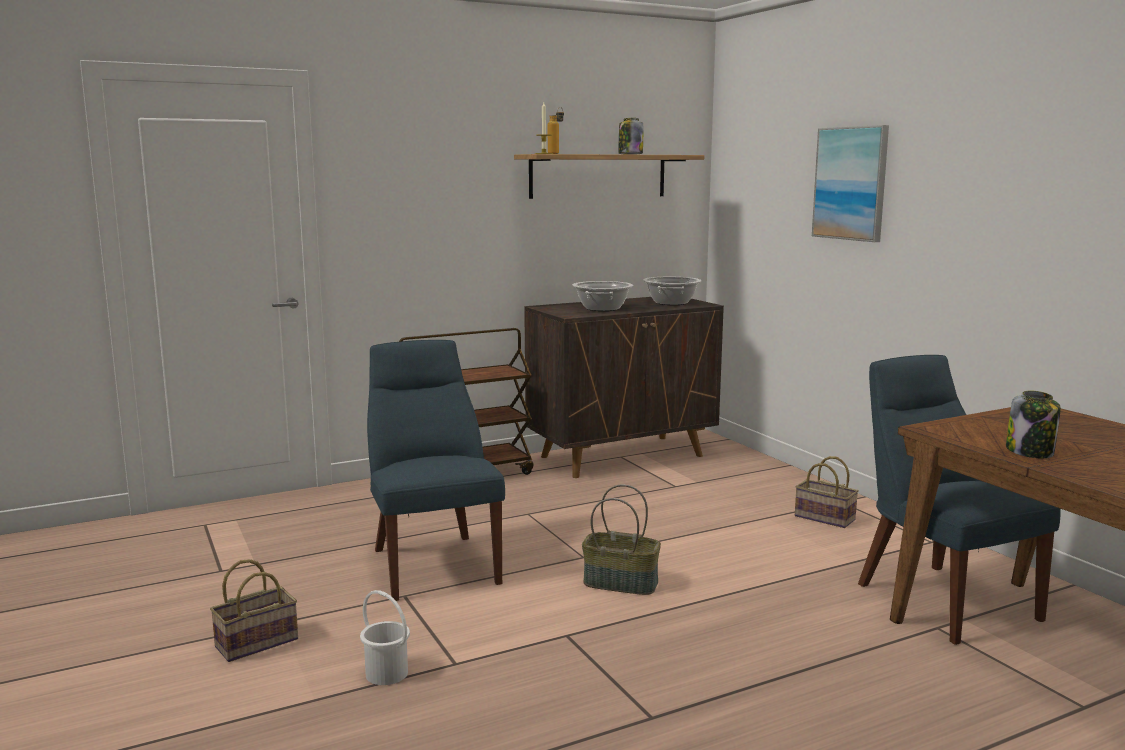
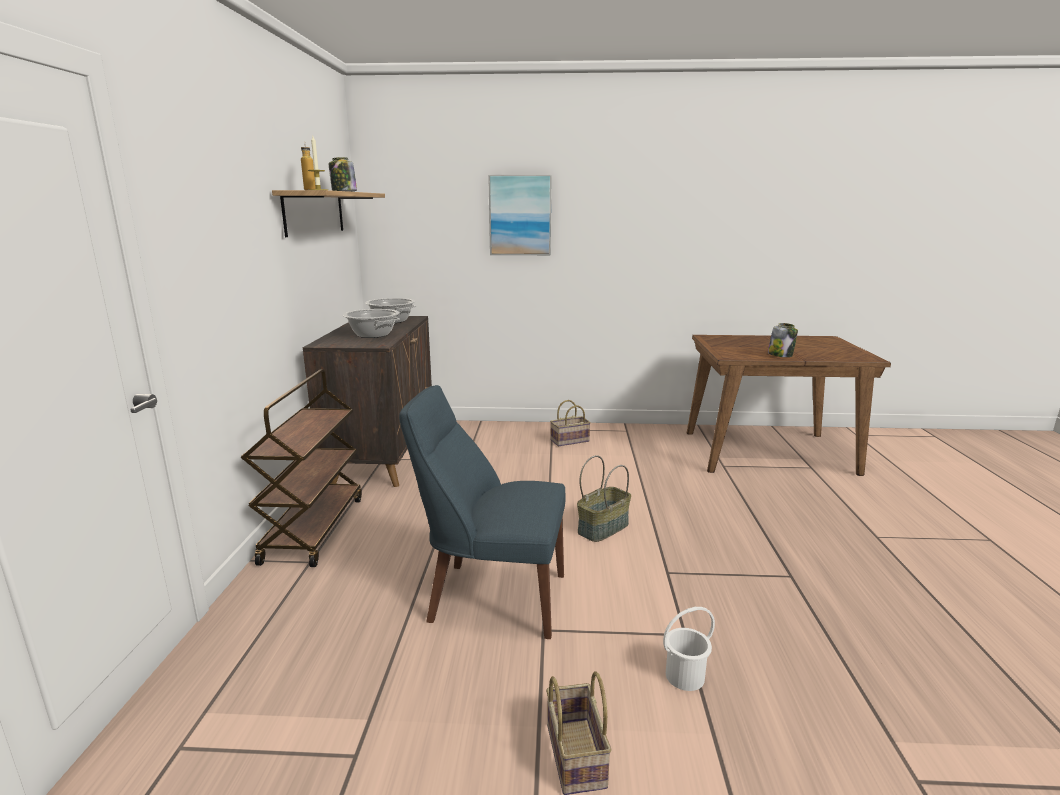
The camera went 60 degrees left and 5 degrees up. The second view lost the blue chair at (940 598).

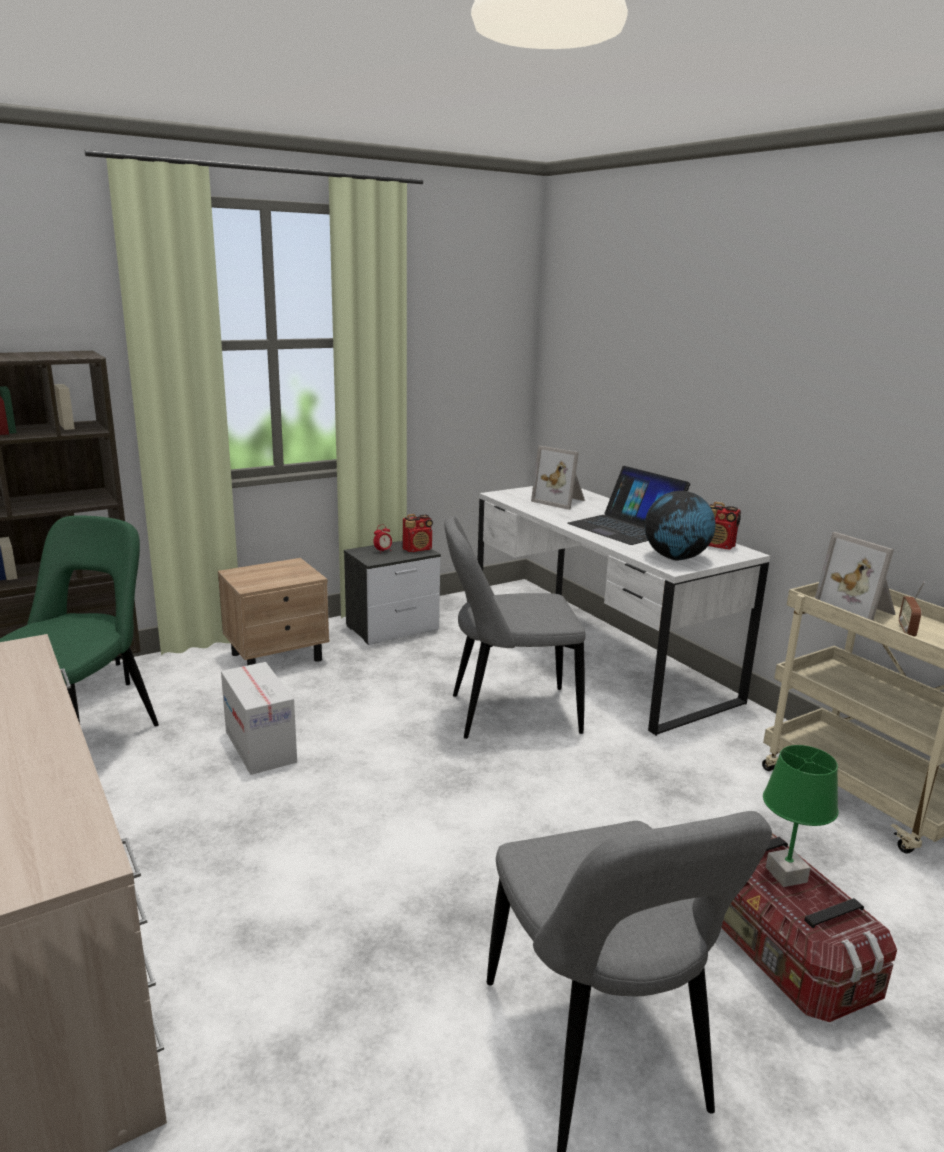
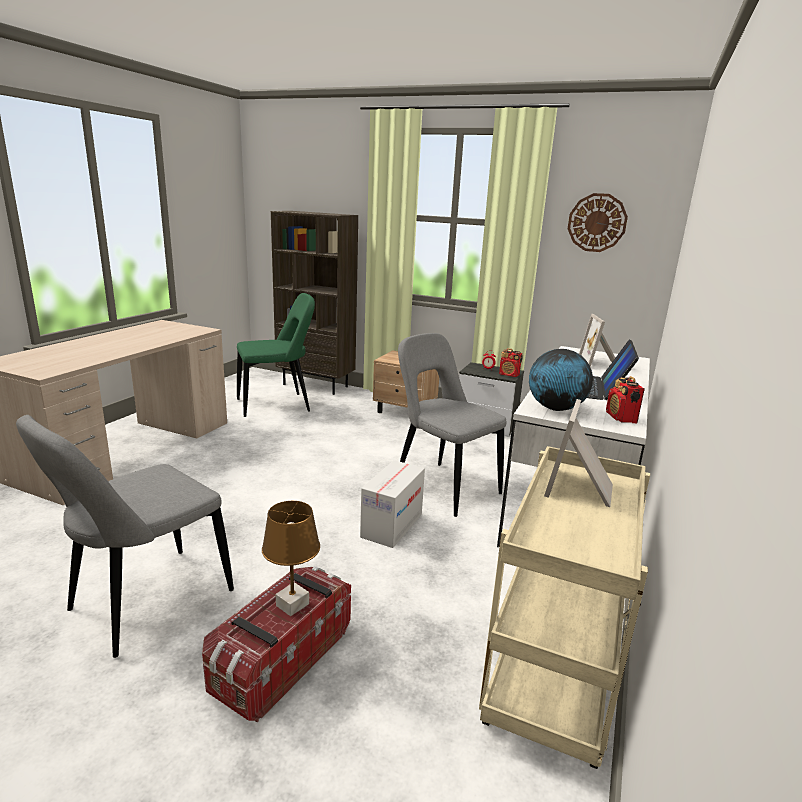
The camera went 55 degrees right and 0 degrees up. The cardboard box ended up elsewhere, having gone from (260 746) to (392 525). What was the green table lamp at (785 874) turned into the brown table lamp at (292 604). The second view lost the radio at (906 632). The second view gained the wall clock at (597 223).

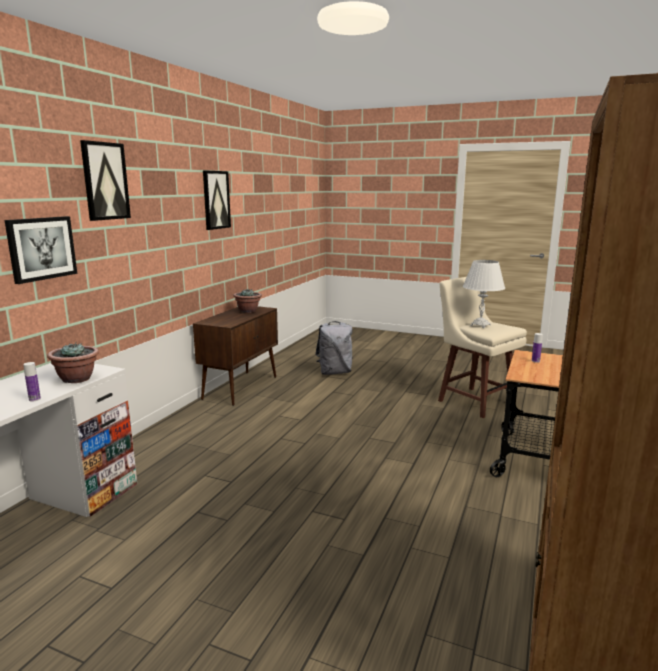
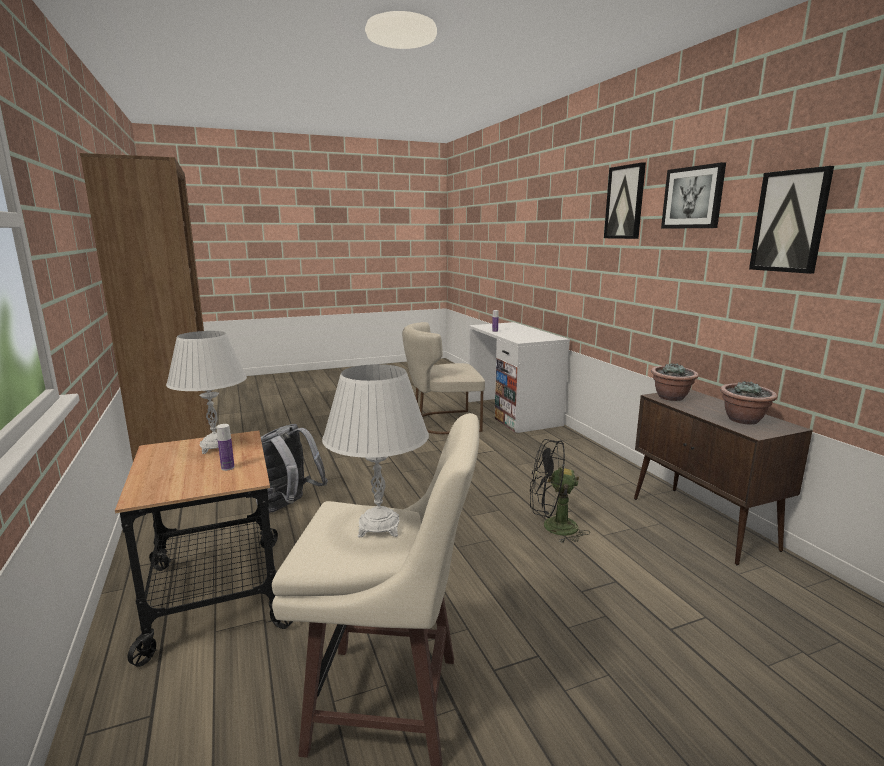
The camera went 135 degrees right and 0 degrees up. The picture ended up elsewhere, having gone from (41 248) to (693 197). The potted plant ended up elsewhere, having gone from (77 379) to (671 397). The grey backpack ended up elsewhere, having gone from (334 372) to (288 506). The second view gained the white table lamp at (215 447). The second view gained the beige chair at (442 423). The second view gained the black fan at (552 527).

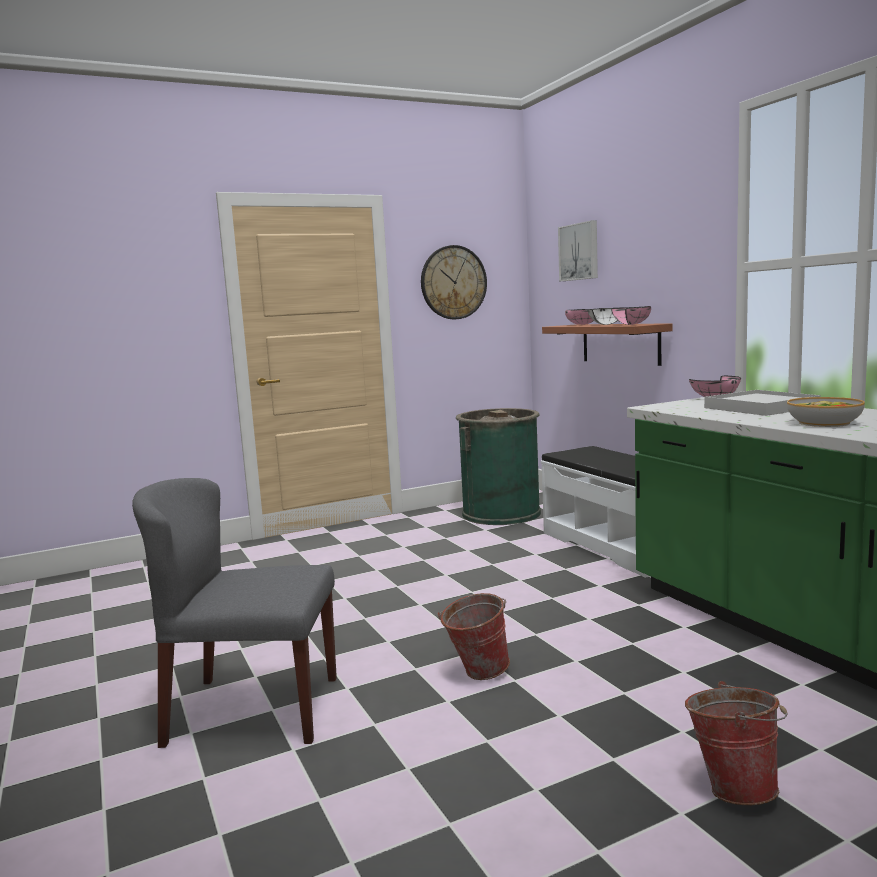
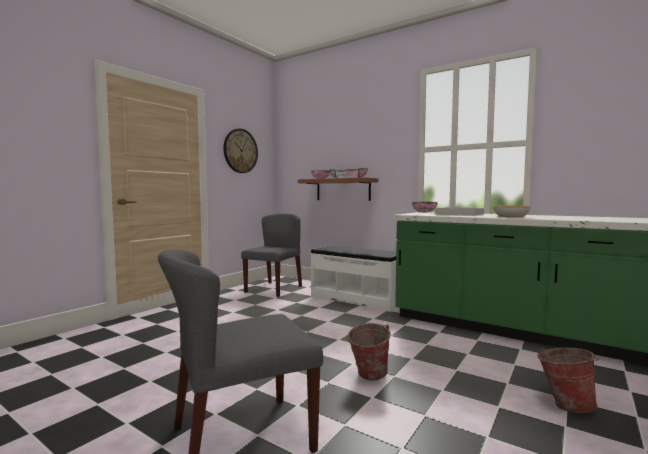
The camera went 30 degrees left and 5 degrees down. Where the green trash can stood at (501 513), the grey chair came to stand at (274 289). The second view lost the picture at (580 252).

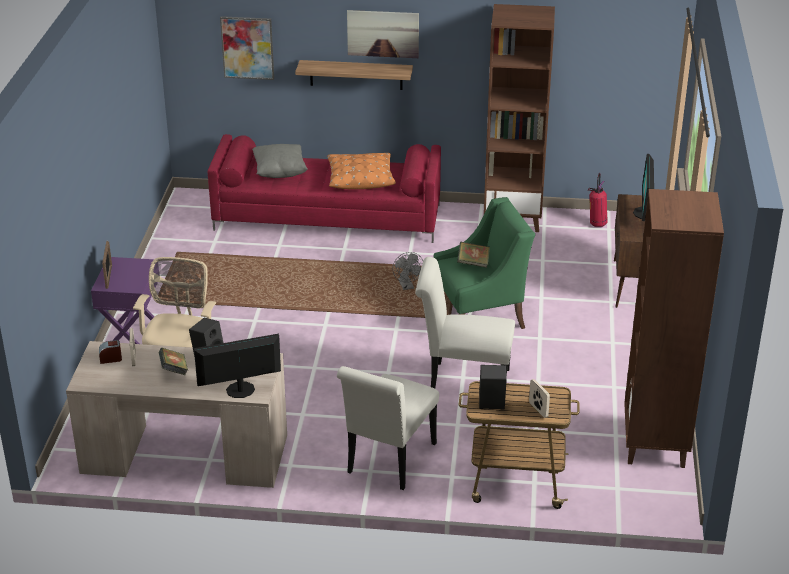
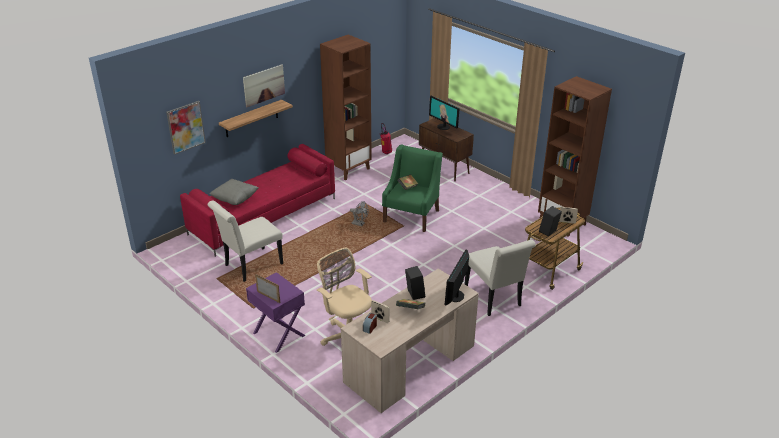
The camera went 50 degrees left and 0 degrees up. The second view lost the orange pillow at (360 178). The white chair ended up elsewhere, having gone from (463 382) to (250 266).

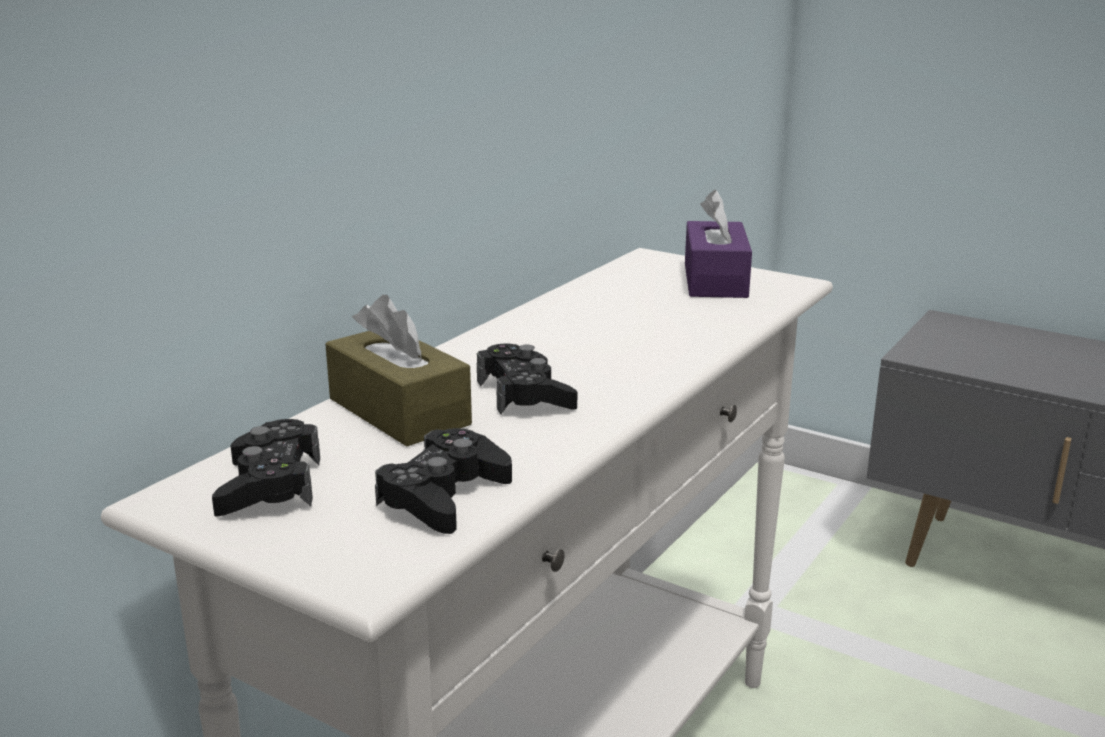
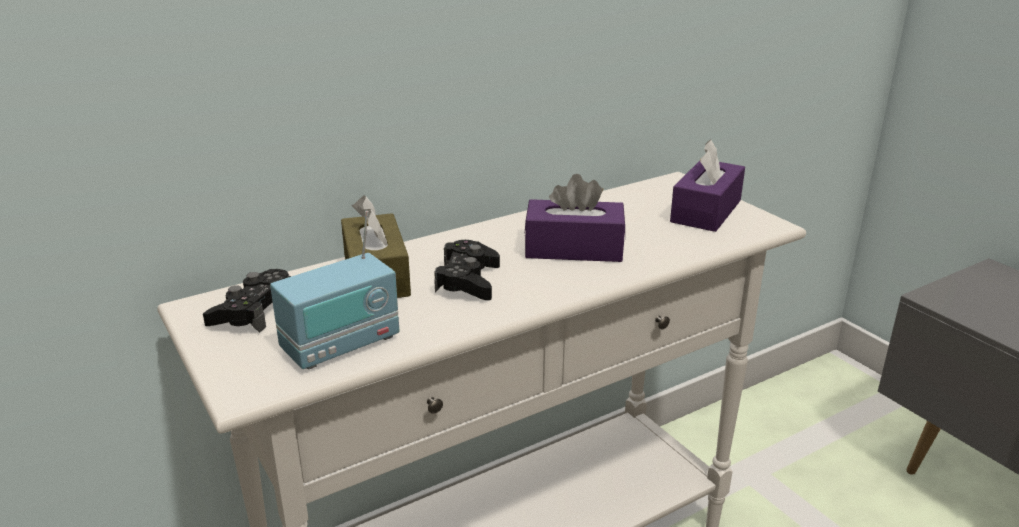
The camera went 25 degrees right and 5 degrees up. Where the black game controller stood at (444 496), the radio came to stand at (341 345). The second view gained the purple tissue box at (574 249).

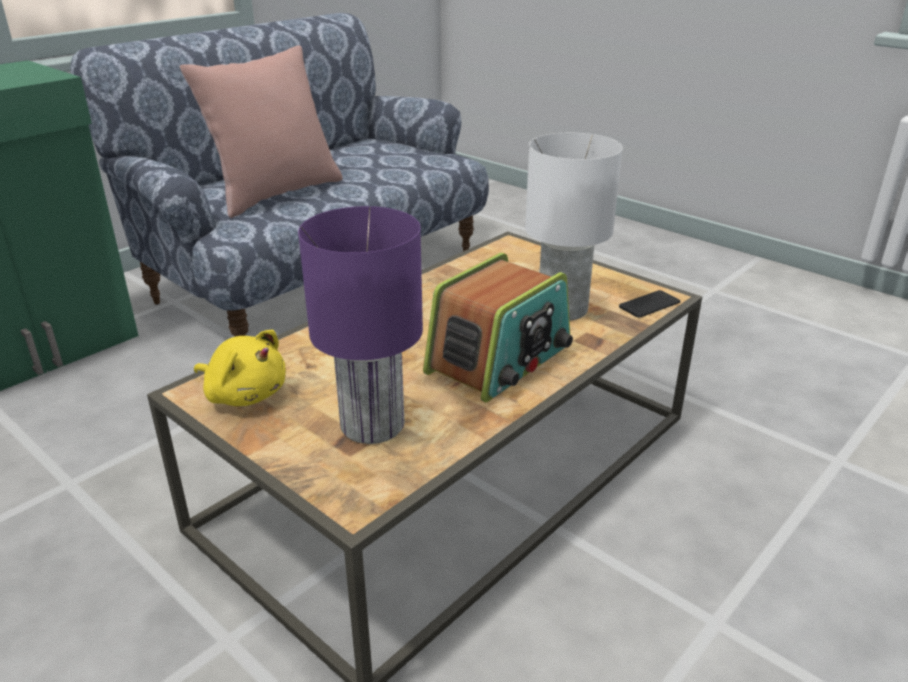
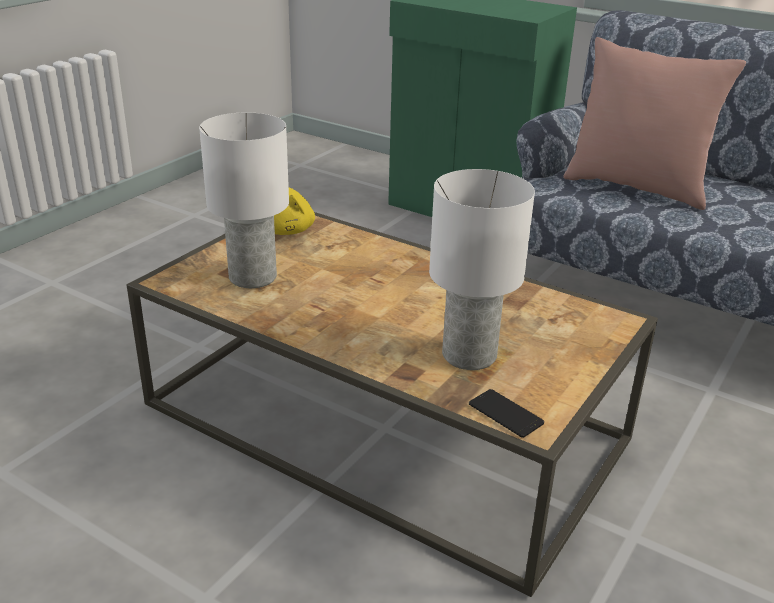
The camera went 80 degrees right and 0 degrees up. What was the purple table lamp at (370 426) turned into the white table lamp at (251 276). The second view lost the radio at (500 359).

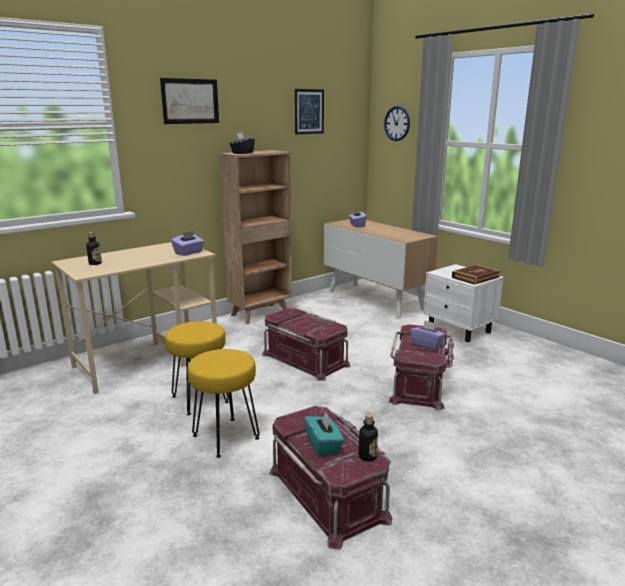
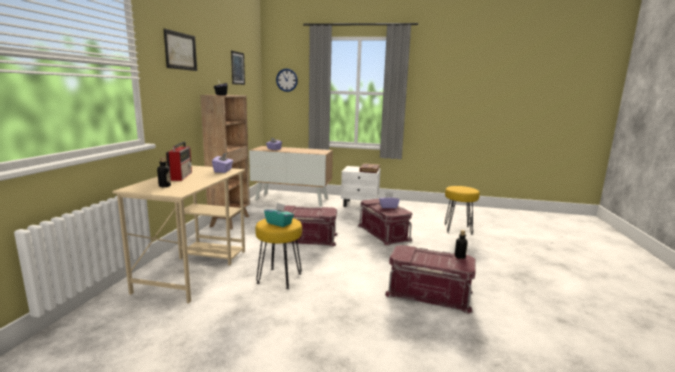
The camera went 40 degrees left and 5 degrees down. The yellow stool ended up elsewhere, having gone from (225 437) to (457 229). The turquoise tissue box ended up elsewhere, having gone from (323 445) to (279 223). The second view gained the radio at (181 176).

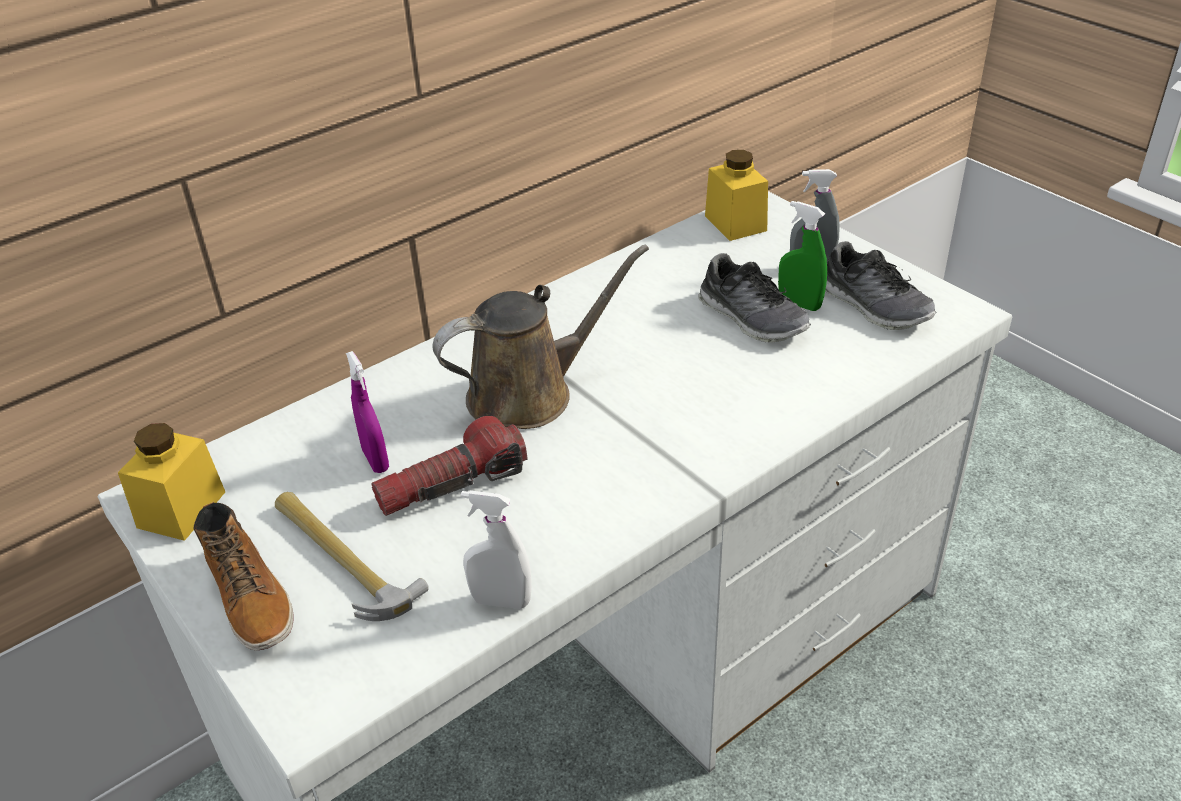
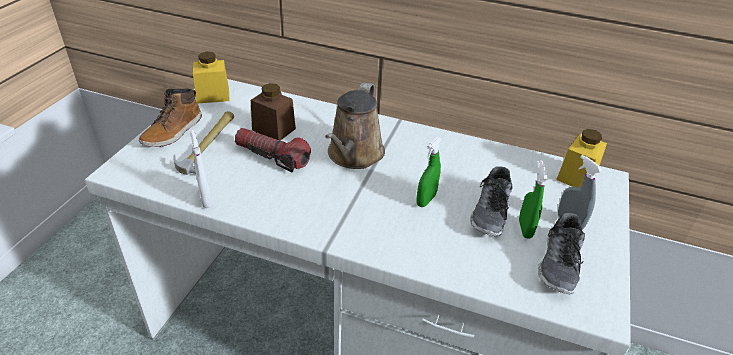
The camera went 55 degrees right and 0 degrees up. Where the purple spray bottle stood at (375 460), the brown jar came to stand at (274 129). The brown watering can at (529 393) ended up facing another way, 75 degrees clockwise from before. The second view gained the green spray bottle at (426 200).

